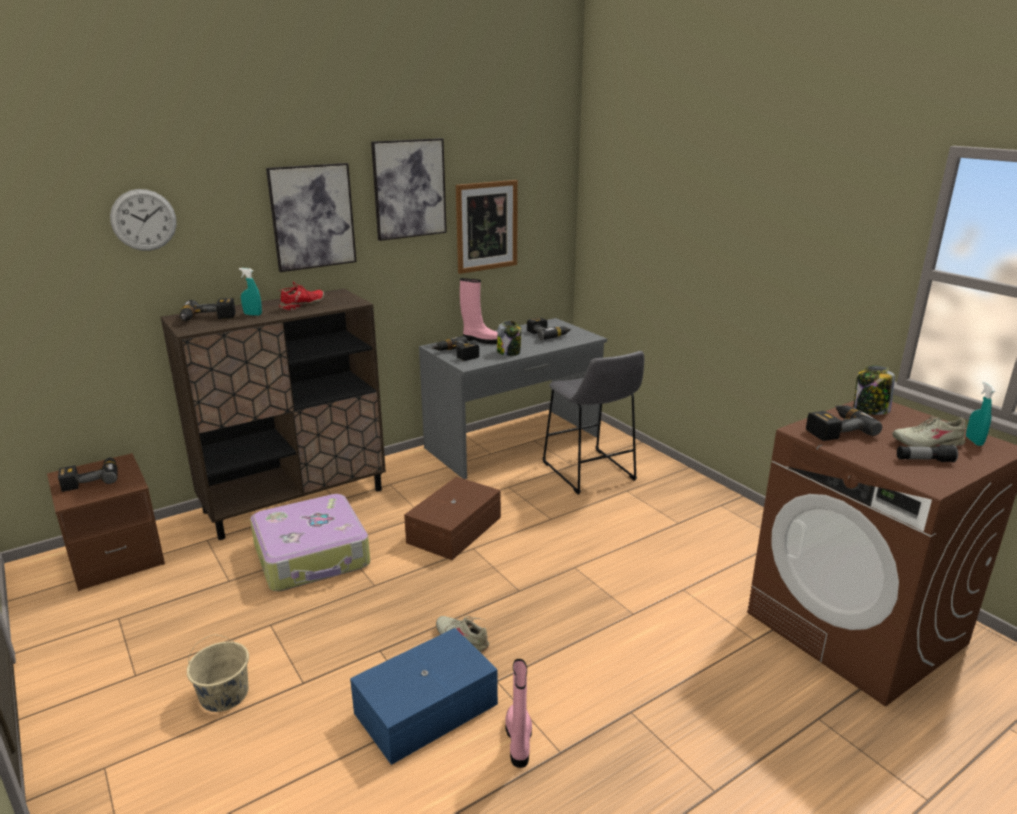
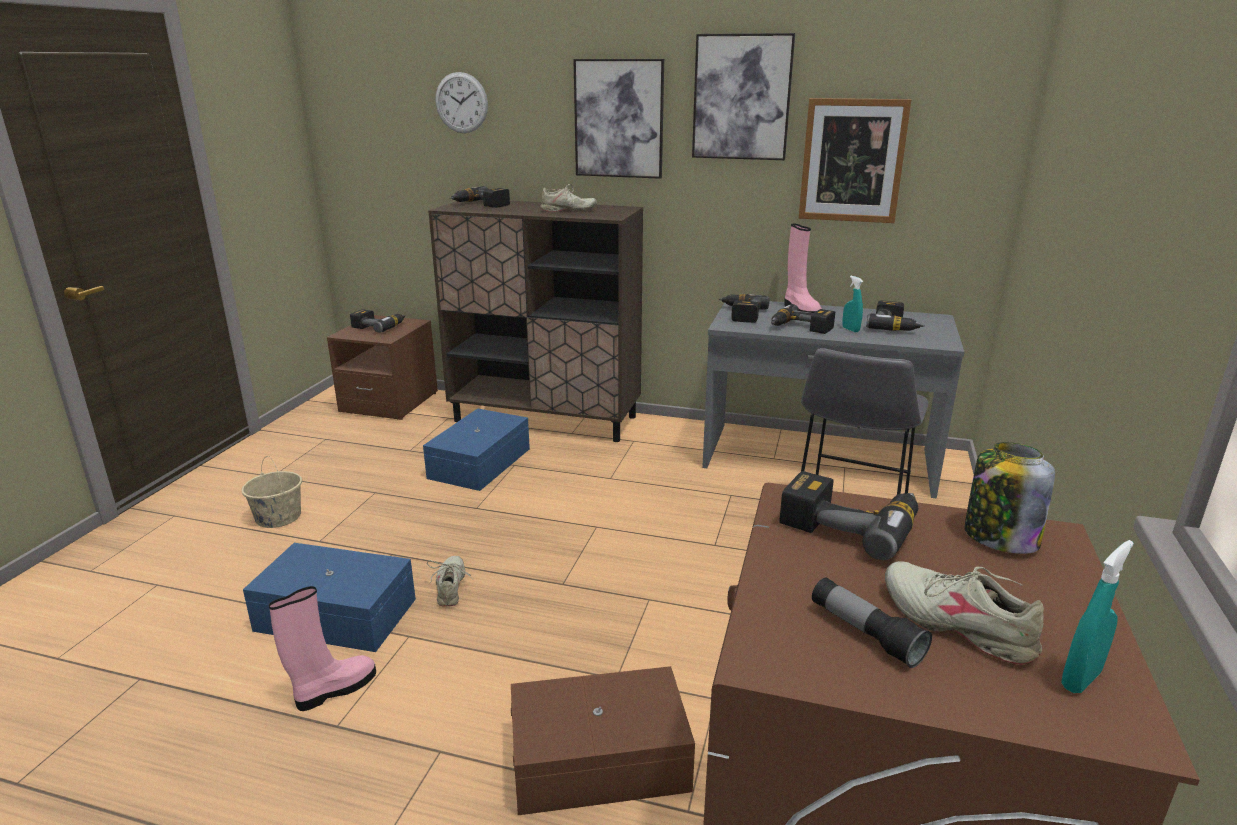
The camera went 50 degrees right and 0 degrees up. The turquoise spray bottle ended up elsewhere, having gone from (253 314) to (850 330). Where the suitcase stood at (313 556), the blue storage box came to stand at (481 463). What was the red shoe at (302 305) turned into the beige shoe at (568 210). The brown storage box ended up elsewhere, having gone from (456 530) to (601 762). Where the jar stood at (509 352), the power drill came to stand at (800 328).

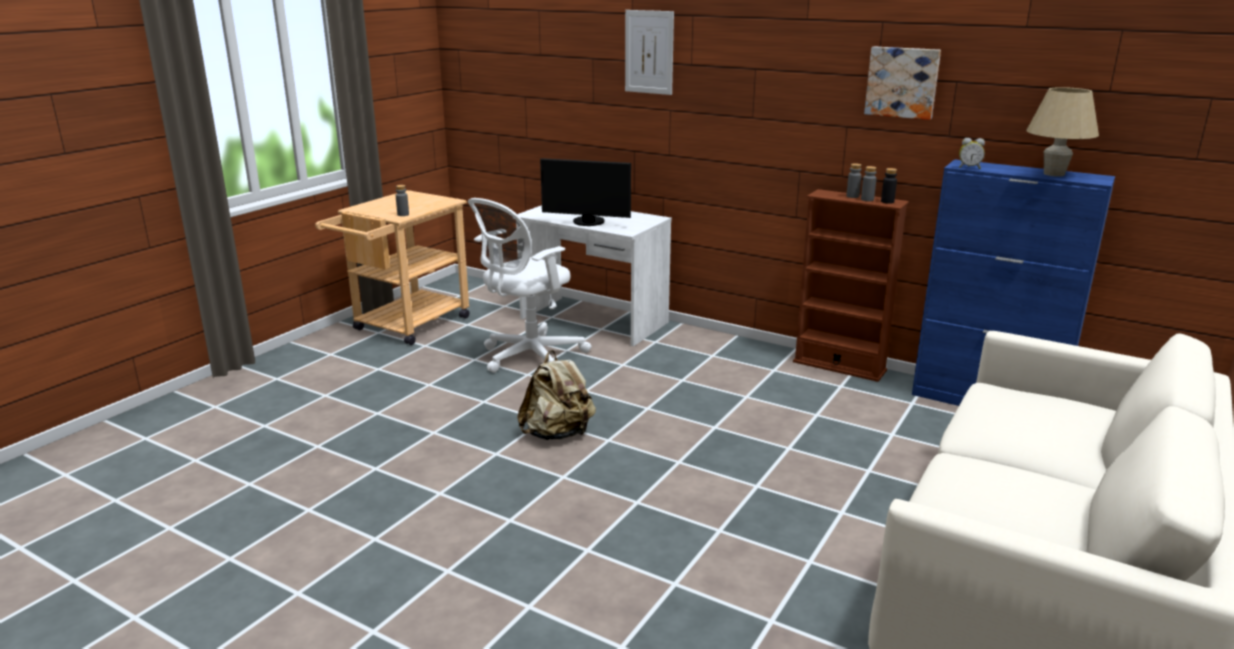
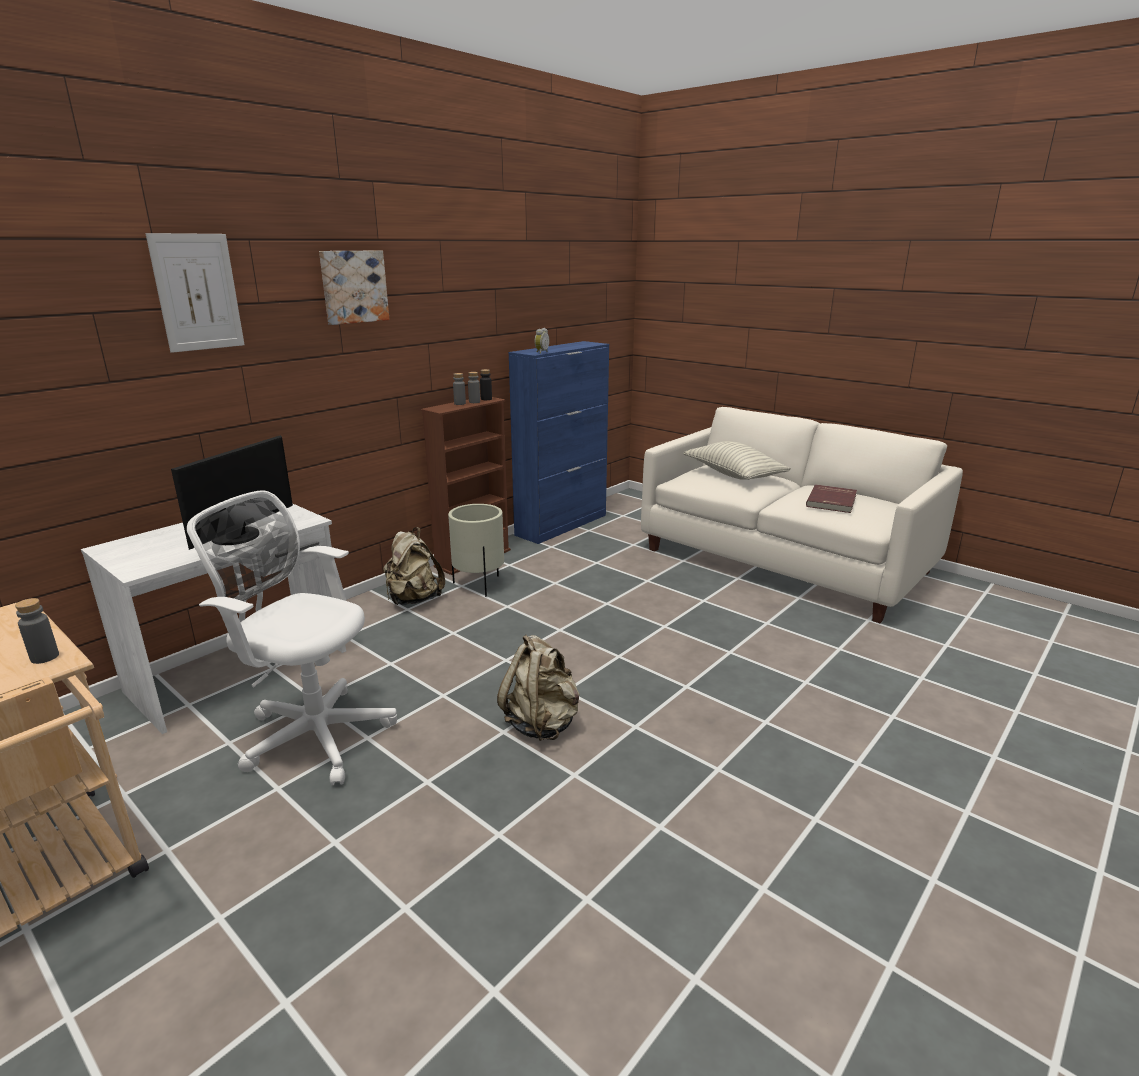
The camera went 80 degrees left and 0 degrees up. The white office chair at (528 357) ended up facing another way, 150 degrees clockwise from before. The picture ended up elsewhere, having gone from (902 82) to (353 286). The second view lost the beige table lamp at (1053 174). The second view gained the beige backpack at (413 599). The second view gained the beige planter at (479 585). The second view gained the pillow at (733 475). The second view gained the red book at (832 501).

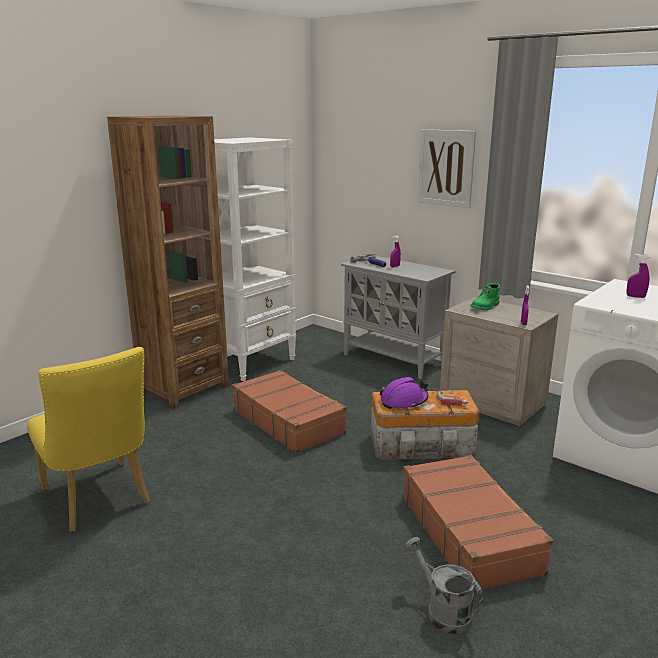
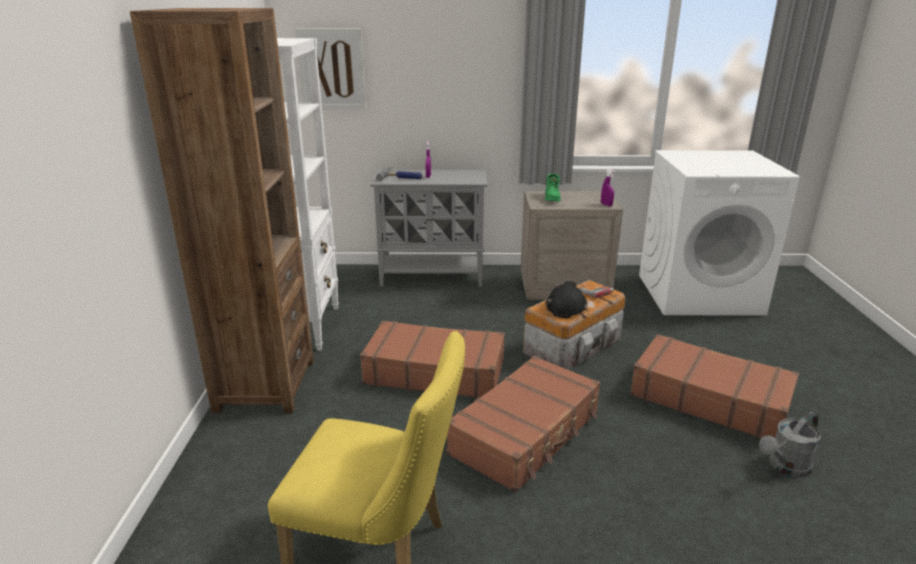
The camera went 40 degrees left and 5 degrees up. What was the purple hard hat at (404 401) turned into the black hard hat at (566 307). The grey watering can at (442 610) ended up facing another way, 45 degrees counterclockwise from before. The picture ended up elsewhere, having gone from (446 168) to (331 69). The second view lost the purple spray bottle at (635 297). The second view gained the brown suitcase at (526 433).

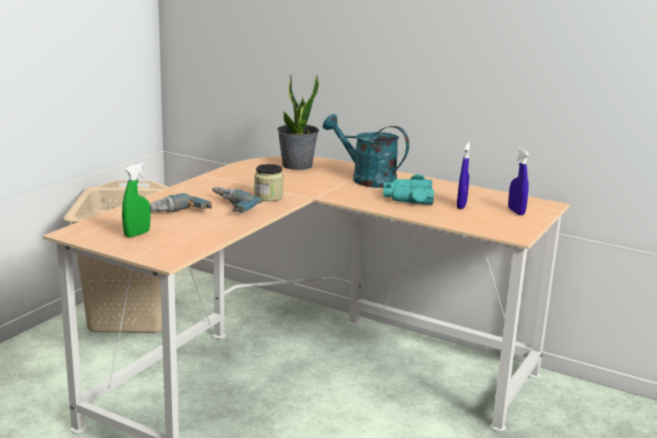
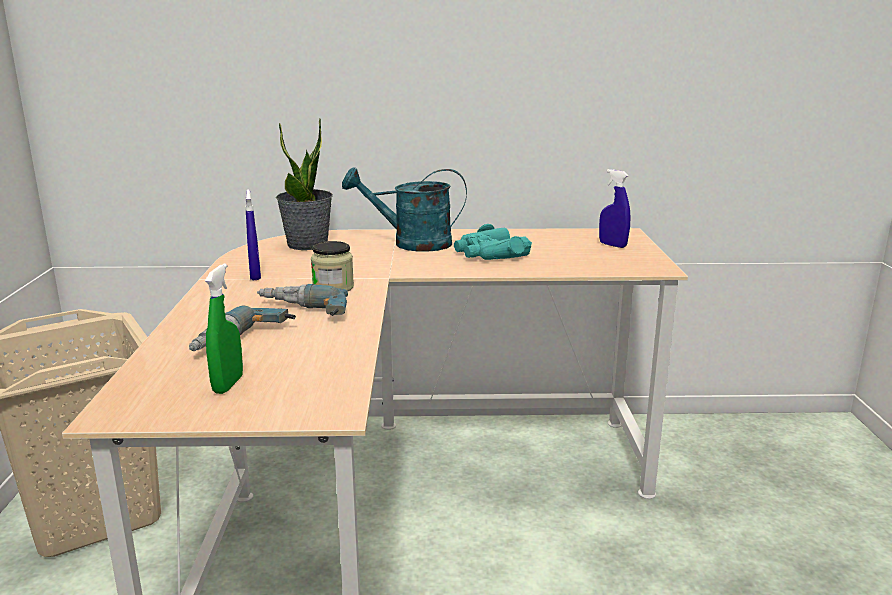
The camera went 30 degrees left and 0 degrees up. The blue spray bottle ended up elsewhere, having gone from (461 205) to (255 276).

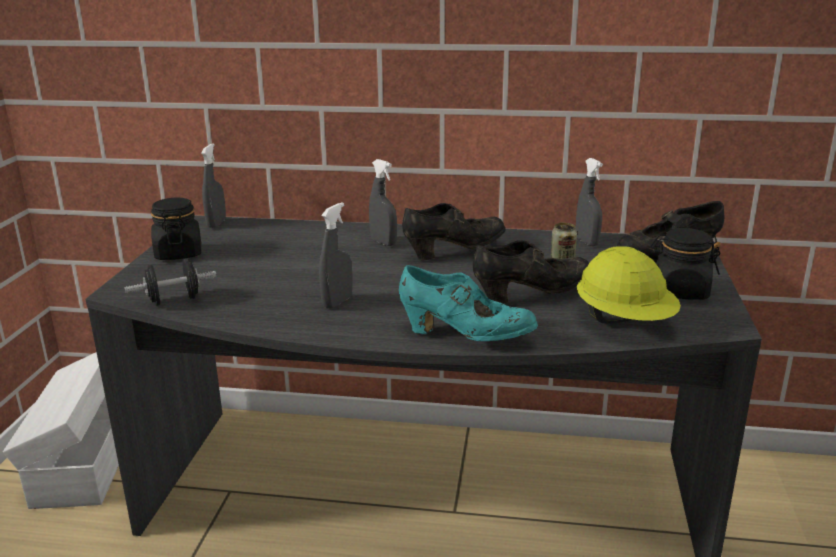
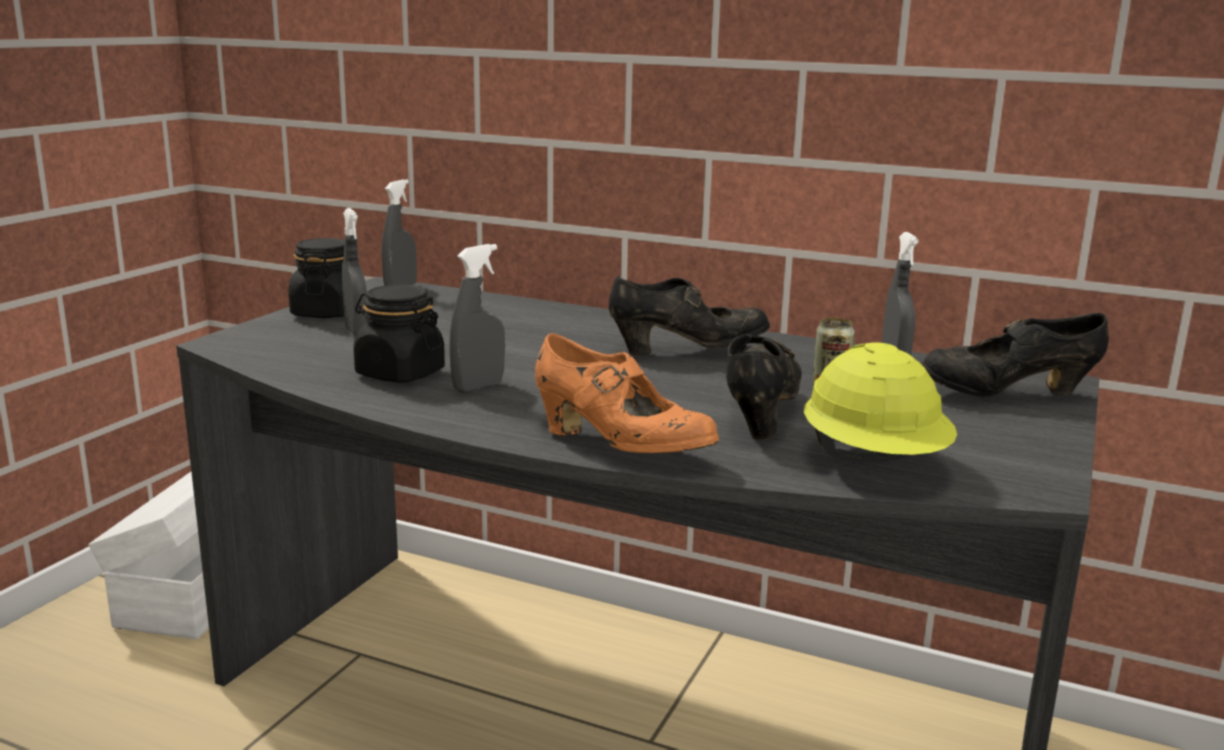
The camera went 15 degrees right and 5 degrees down. The second view lost the black dumbbell at (174 300). The grey spray bottle ended up elsewhere, having gone from (383 242) to (356 332). What was the turquoise shoe at (466 336) turned into the orange shoe at (620 447). The black shoe at (532 295) ended up facing another way, 75 degrees counterclockwise from before. The black jar ended up elsewhere, having gone from (680 291) to (399 373).

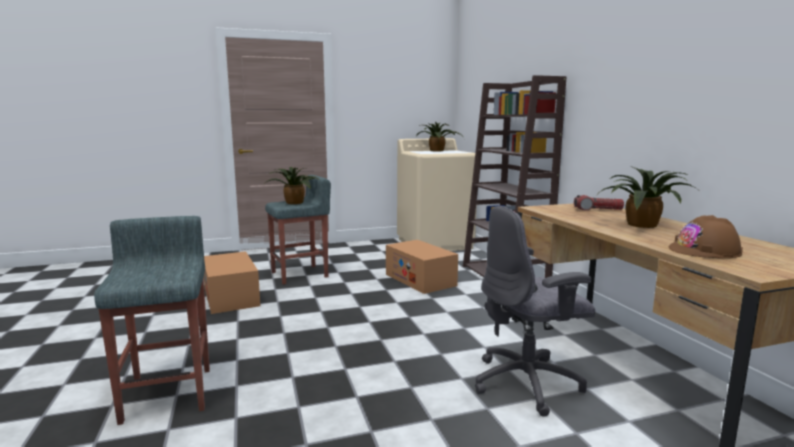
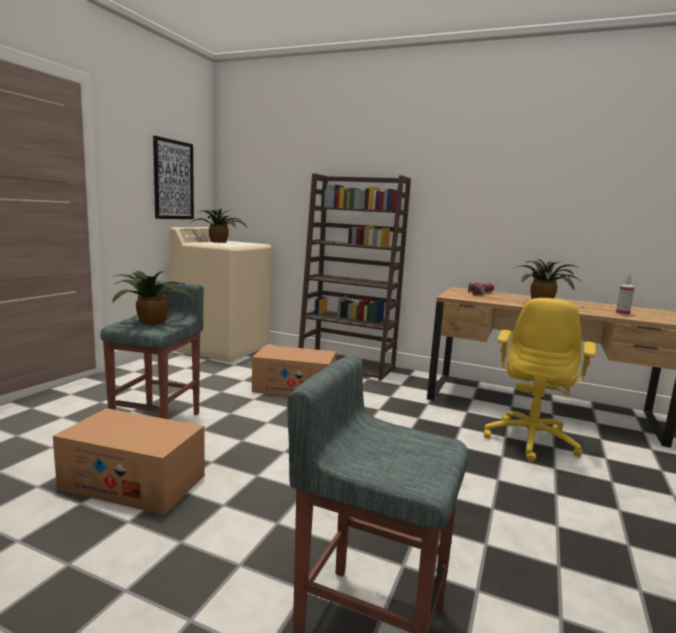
The camera went 50 degrees left and 0 degrees up. What was the grey office chair at (528 383) turned into the yellow office chair at (531 440). Where the brown hard hat stood at (704 251), the spray bottle came to stand at (622 314). The second view gained the picture at (173 180).

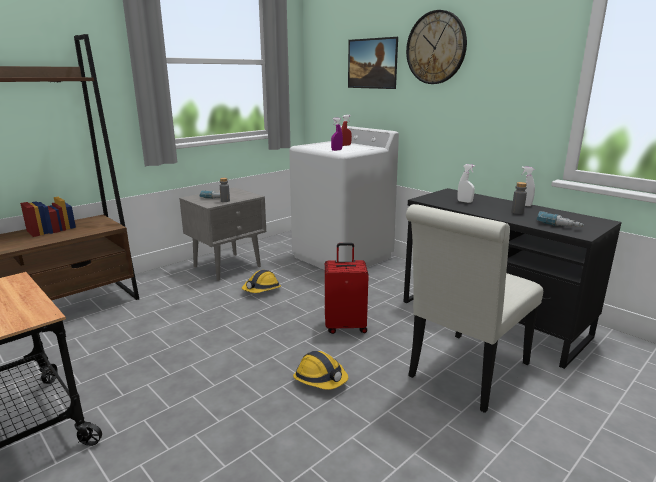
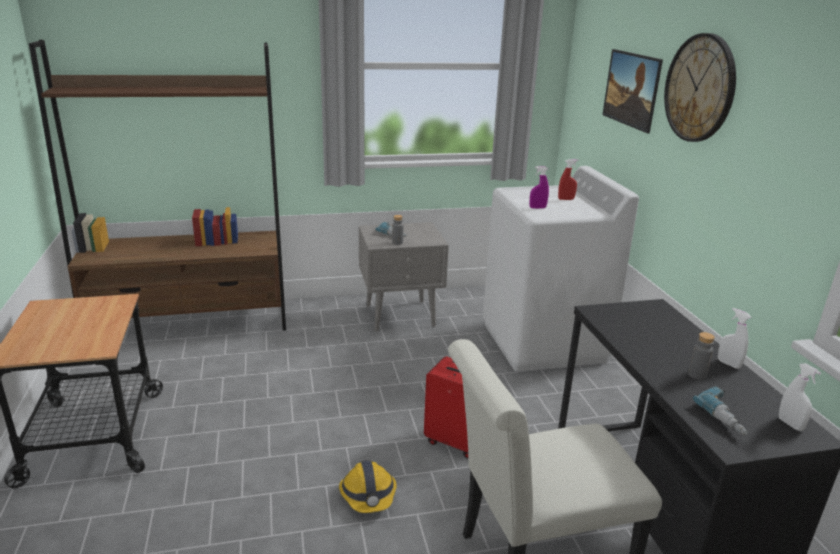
The camera went 30 degrees right and 5 degrees up. The second view lost the hard hat at (261 289). The white spray bottle ended up elsewhere, having gone from (464 201) to (790 424).

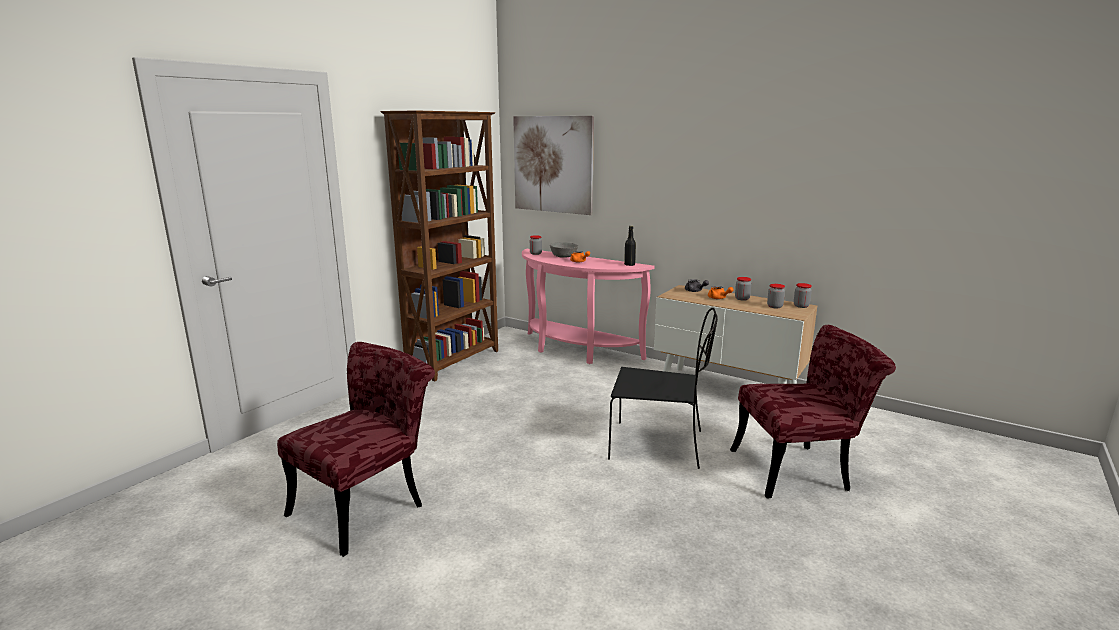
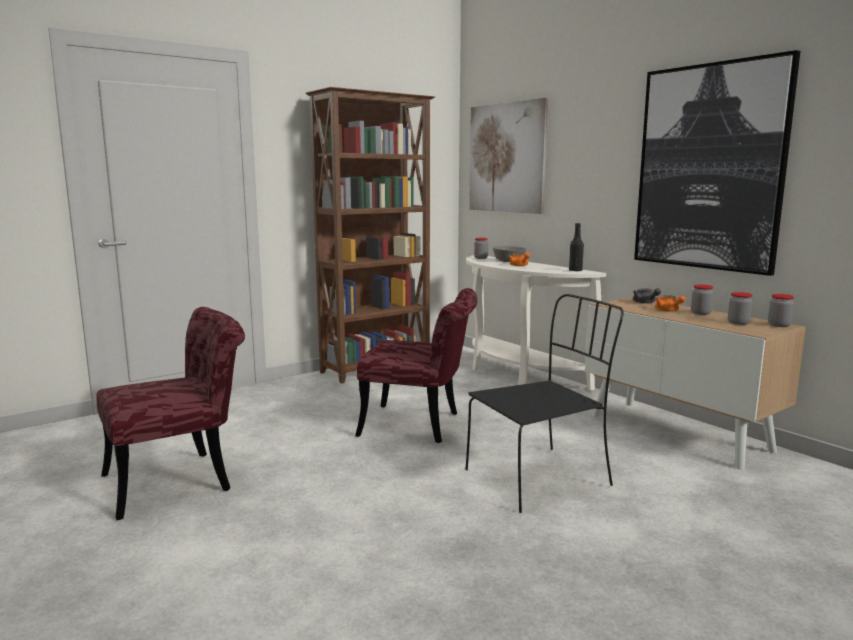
The camera went 20 degrees right and 5 degrees down. What was the pink console table at (575 351) turned into the white console table at (515 373). The black chair at (659 445) ended up facing another way, 60 degrees counterclockwise from before. The red chair ended up elsewhere, having gone from (800 469) to (421 425). The second view gained the picture at (709 168).

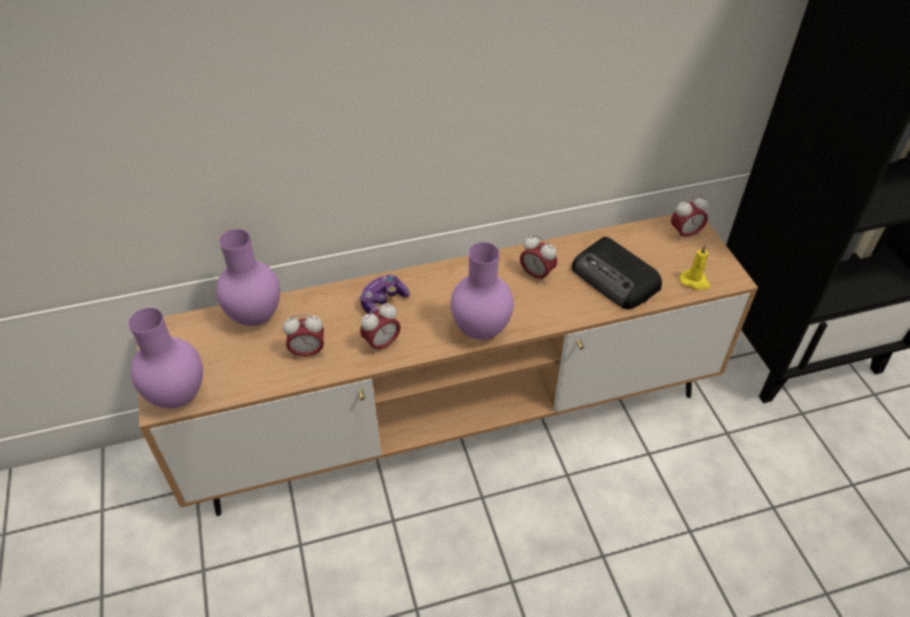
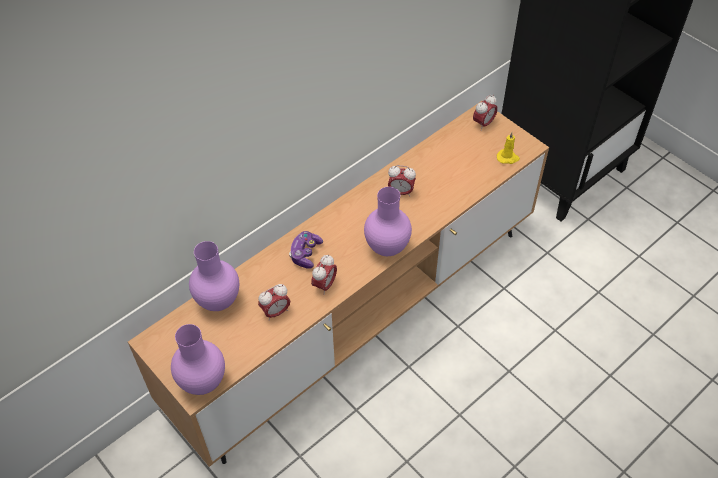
The camera went 25 degrees left and 5 degrees up. The second view lost the radio at (615 279).

